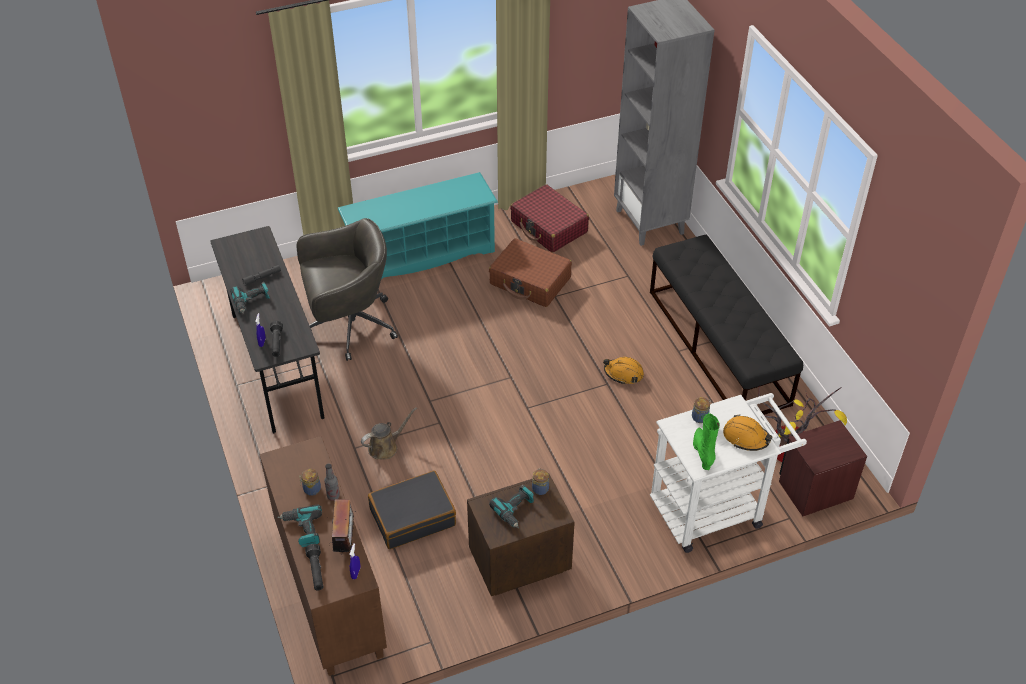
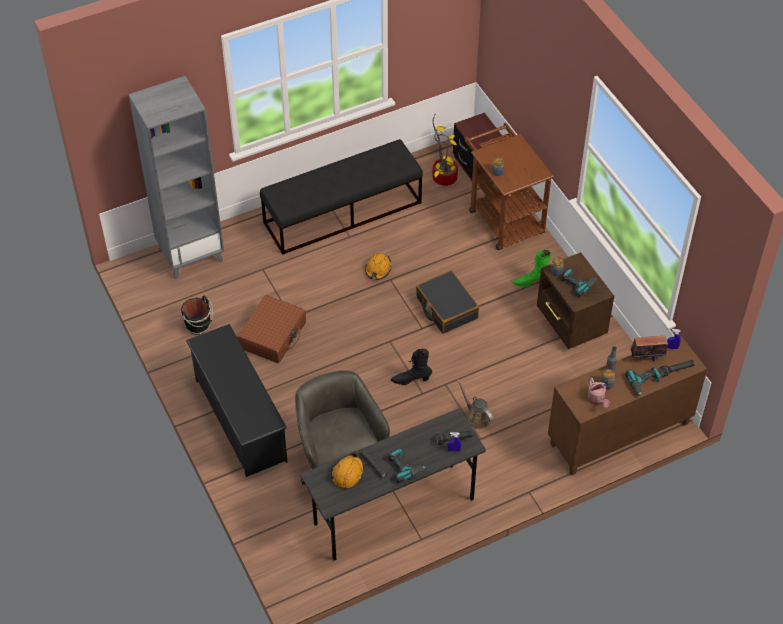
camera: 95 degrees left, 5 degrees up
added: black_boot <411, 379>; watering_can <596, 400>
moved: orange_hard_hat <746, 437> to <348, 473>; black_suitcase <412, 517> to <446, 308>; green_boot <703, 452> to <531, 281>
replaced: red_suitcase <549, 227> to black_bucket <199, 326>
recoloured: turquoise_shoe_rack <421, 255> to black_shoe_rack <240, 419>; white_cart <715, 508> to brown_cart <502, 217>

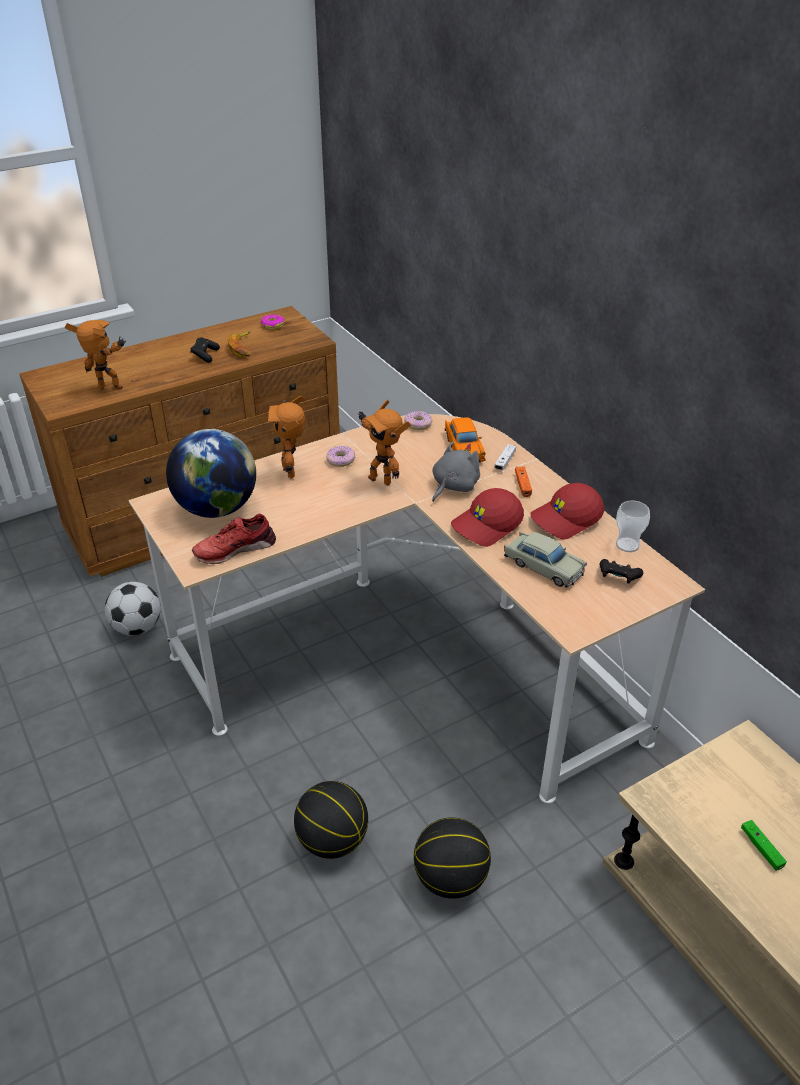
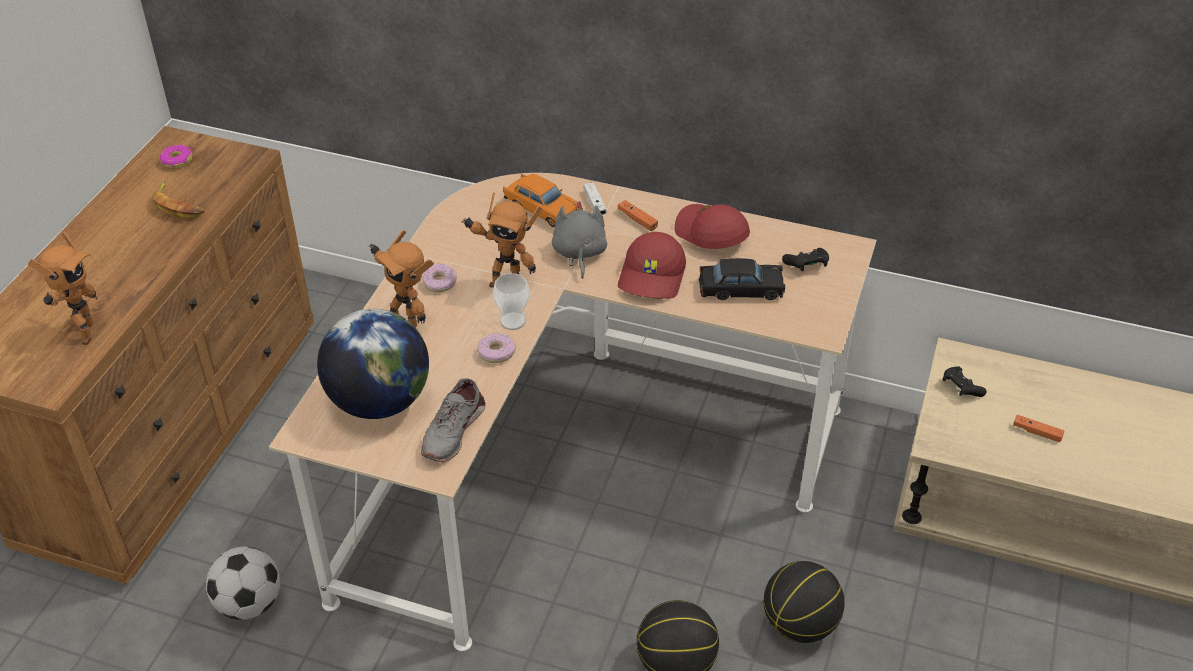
camera: 40 degrees left, 5 degrees up
moved: donut <418, 424> to <496, 352>; cup <627, 545> to <512, 321>; black_game_controller <205, 355> to <961, 388>
recoloured: red_shoe <235, 548> to grey_shoe <452, 430>; beige_toy_car <543, 567> to black_toy_car <741, 289>; green_game_controller <761, 848> to orange_game_controller <1037, 432>
turned: toy_robot <109, 390> = <82, 334> 120 degrees clockwise; red_cap <566, 519> = <710, 234> 120 degrees clockwise

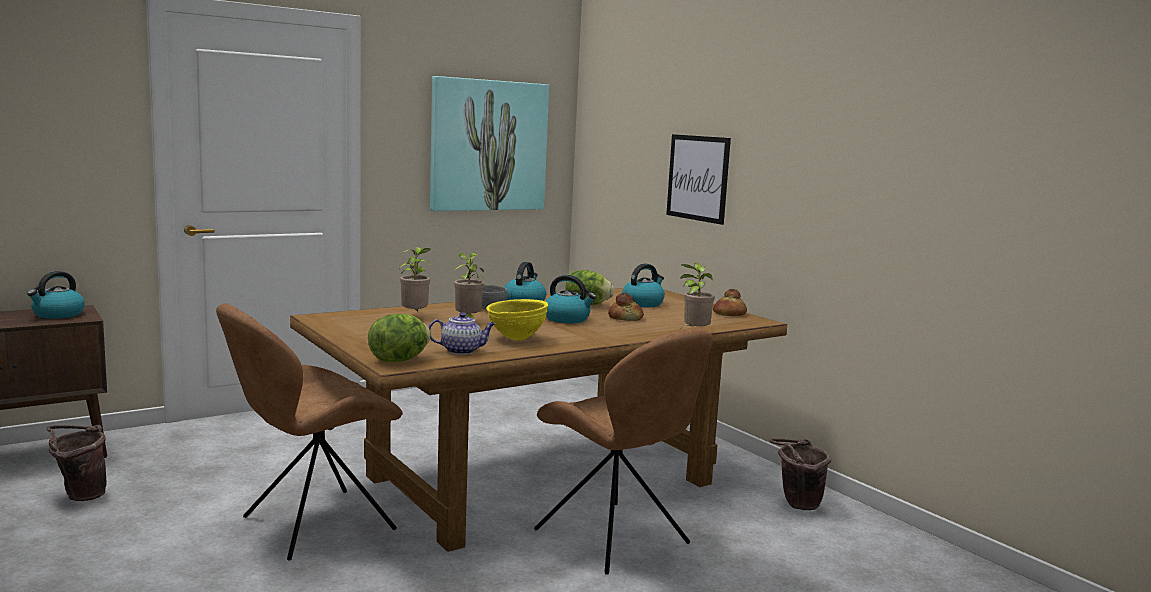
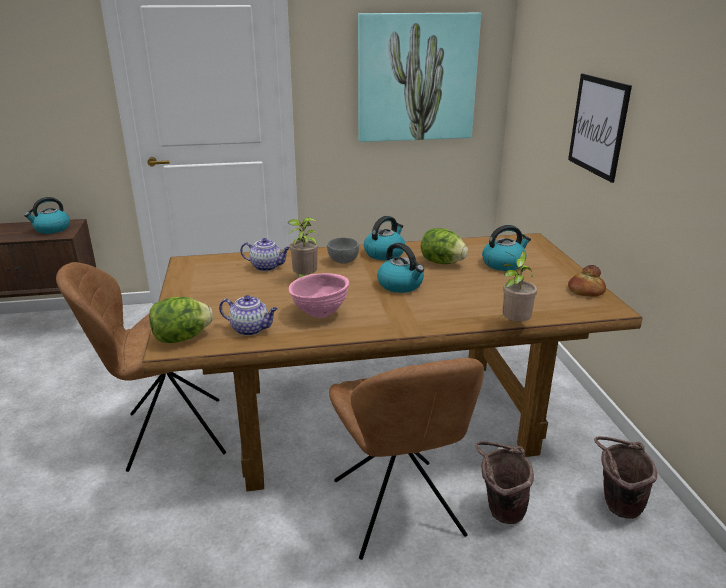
camera: 25 degrees right, 15 degrees up
removed: bread <625, 318>
moved: brown_bucket <79, 495> to <499, 511>
replaced: potted_plant <415, 316> to teapot <267, 267>
recoloured: yellow_bowl <516, 339> to pink_bowl <319, 314>

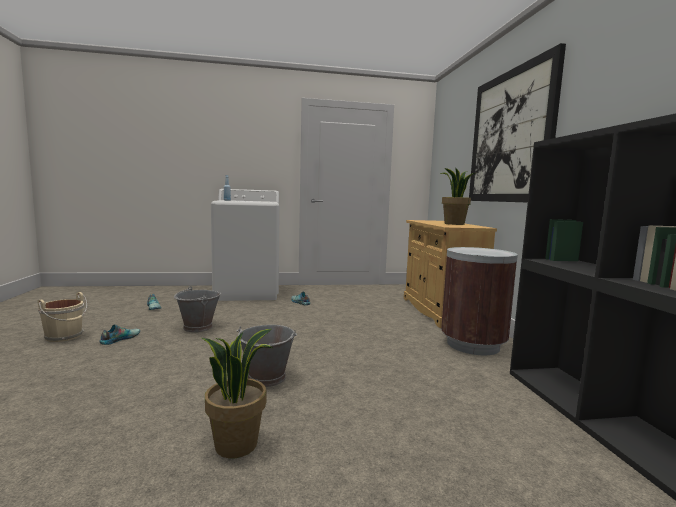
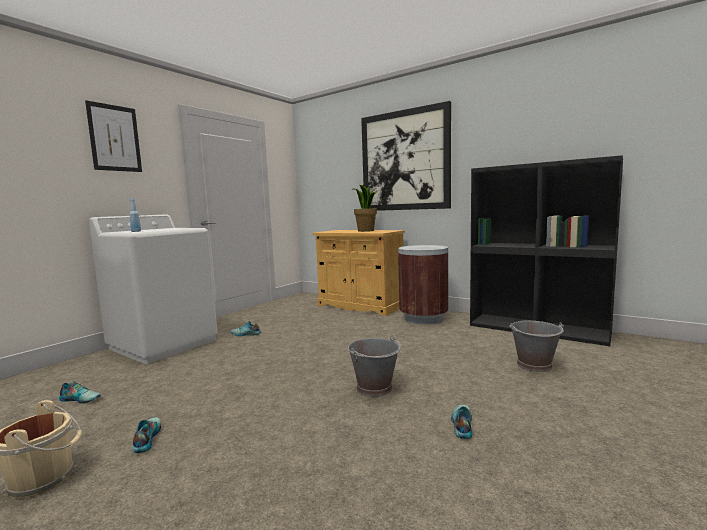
camera: 45 degrees left, 0 degrees up
added: picture <114, 138>
moved: grey_bucket <198, 327> to <535, 365>
replaced: potted_plant <237, 444> to shoe <461, 424>

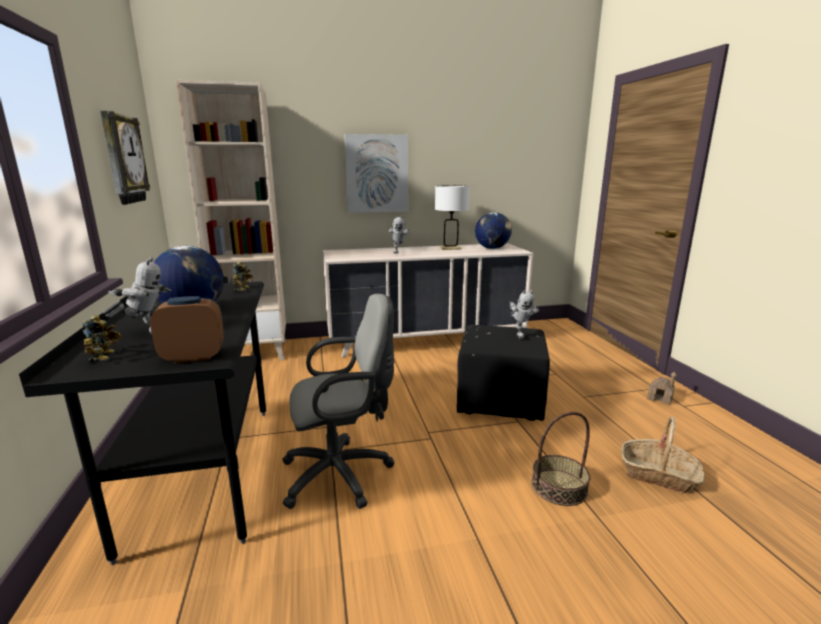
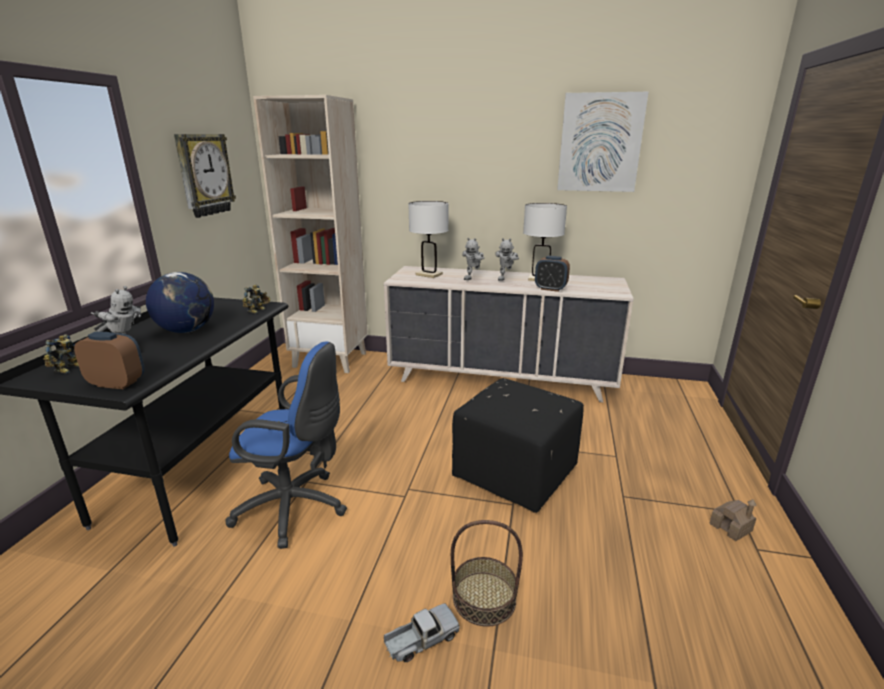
camera: 25 degrees right, 5 degrees up
removed: globe <492, 248>; basket <658, 474>
added: toy_truck <421, 639>; white_table_lamp <429, 274>; alarm_clock <550, 289>
moved: toy_robot <520, 334> to <505, 279>; picture <377, 174> to <600, 143>
recoloured: grey_office_chair <342, 474> to blue_office_chair <296, 508>

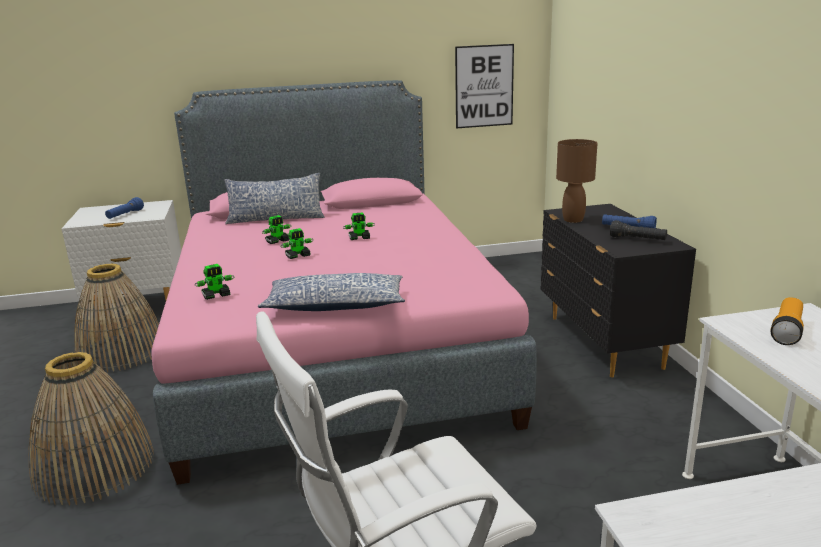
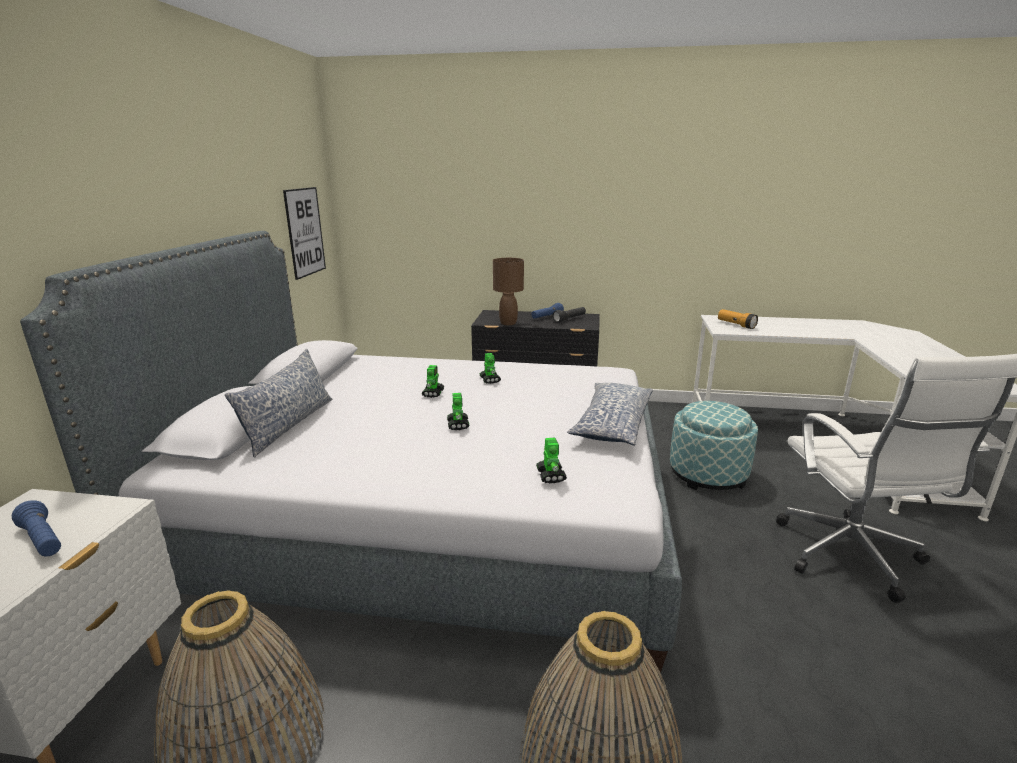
camera: 70 degrees left, 0 degrees up
added: ottoman <708, 474>
moved: toy_robot <278, 241> to <490, 380>
recoloured: pink_bed <332, 344> to grey_bed <426, 522>

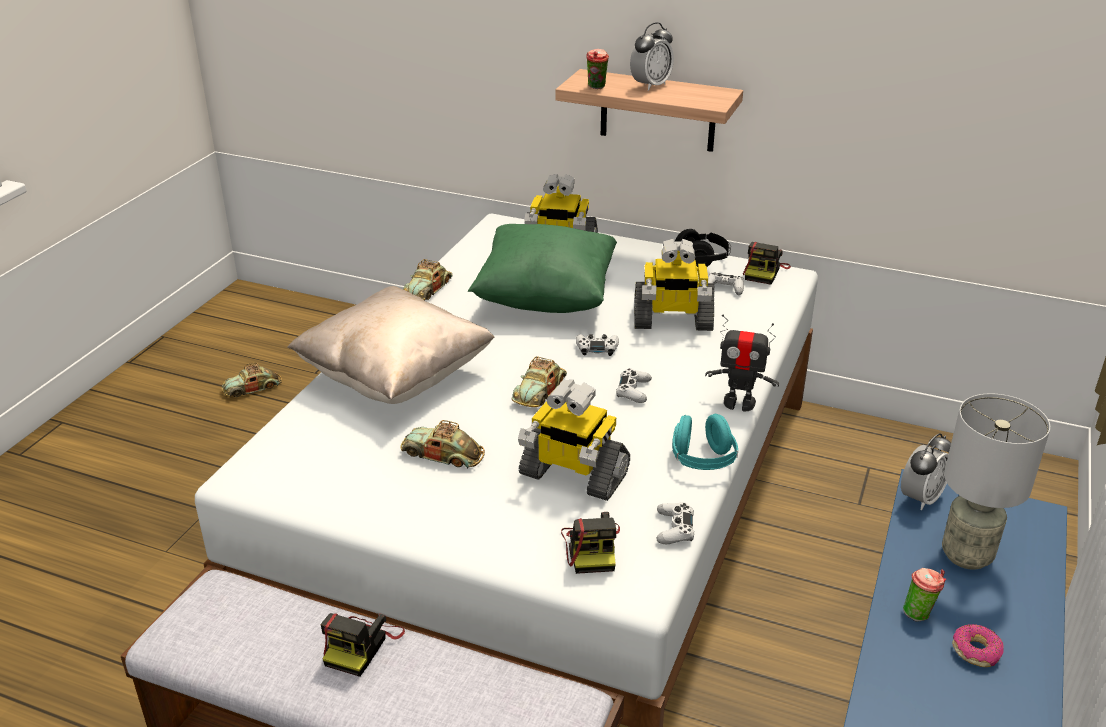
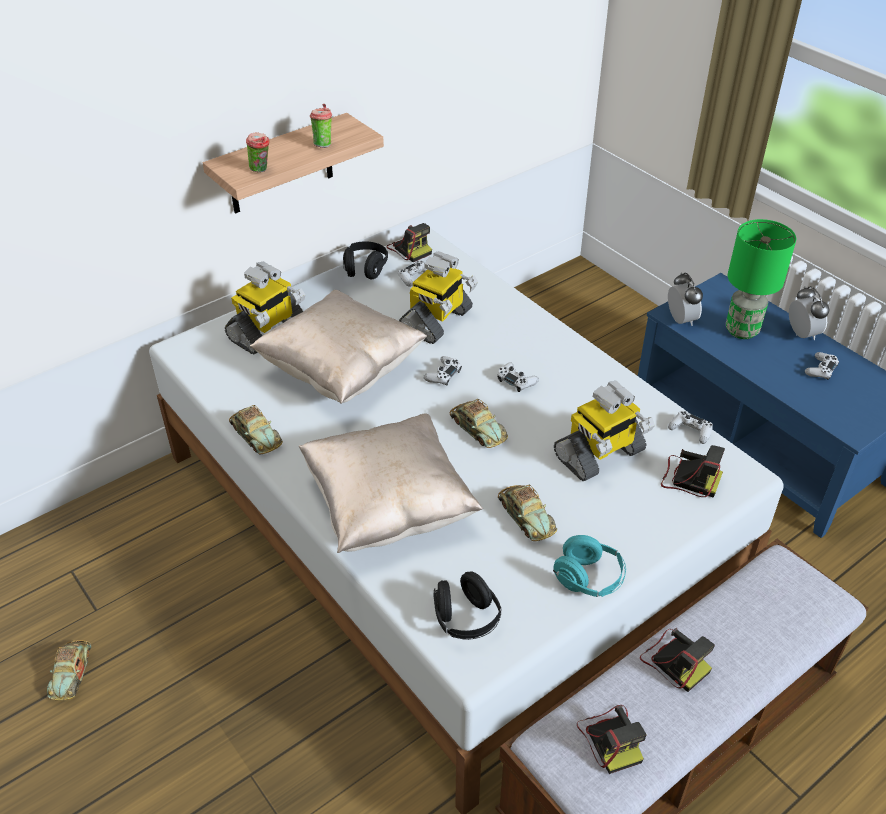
camera: 60 degrees left, 10 degrees up
removed: toy_robot <739, 403>
added: black_headphones <466, 619>; photo_camera <611, 739>
moved: cup <919, 613> to <323, 144>; turquoise_headphones <702, 460> to <588, 579>; alarm_clock <650, 85> to <802, 334>
replaced: donut <976, 651> to white_game_controller <820, 370>
recoloured: green_pillow <546, 298> to beige_pillow <341, 371>; grey_table_lamp <965, 555> to green_table_lamp <741, 331>
turned: toy_car <443, 454> = <526, 516> 75 degrees counterclockwise

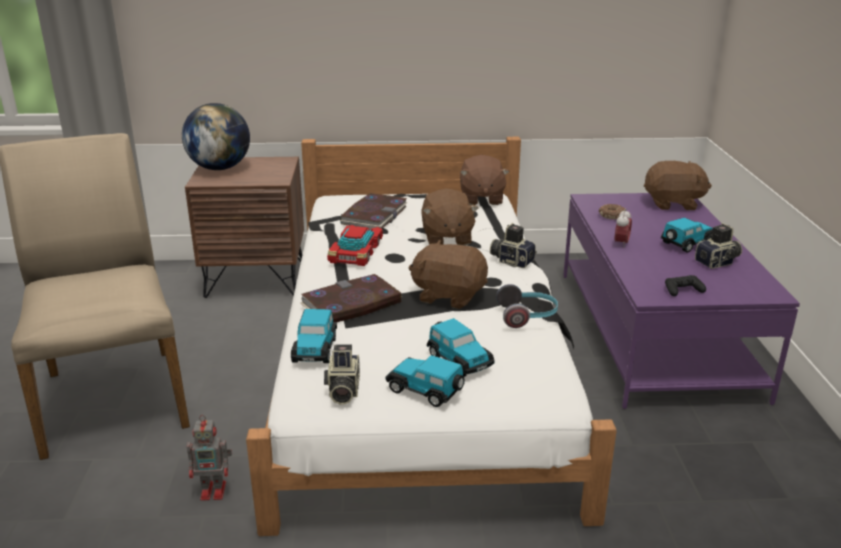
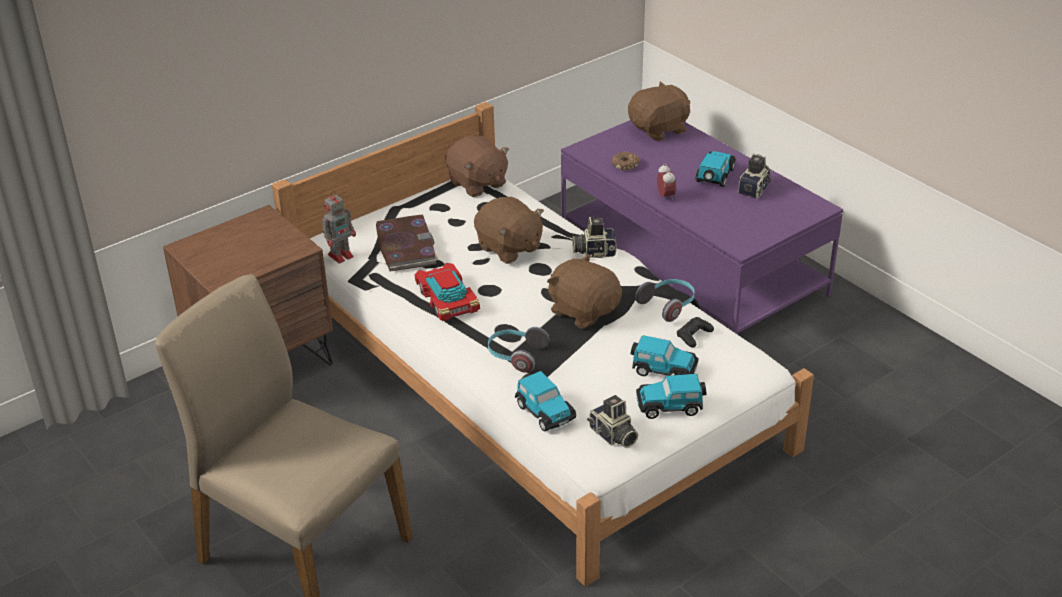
camera: 35 degrees left, 10 degrees up
removed: globe <219, 168>
moved: toy_robot <215, 490> to <341, 255>; black_game_controller <682, 290> to <694, 336>
replaced: book <351, 304> to headphones <516, 356>
turned: brown_plush_toy <449, 295> = <584, 311> 60 degrees clockwise

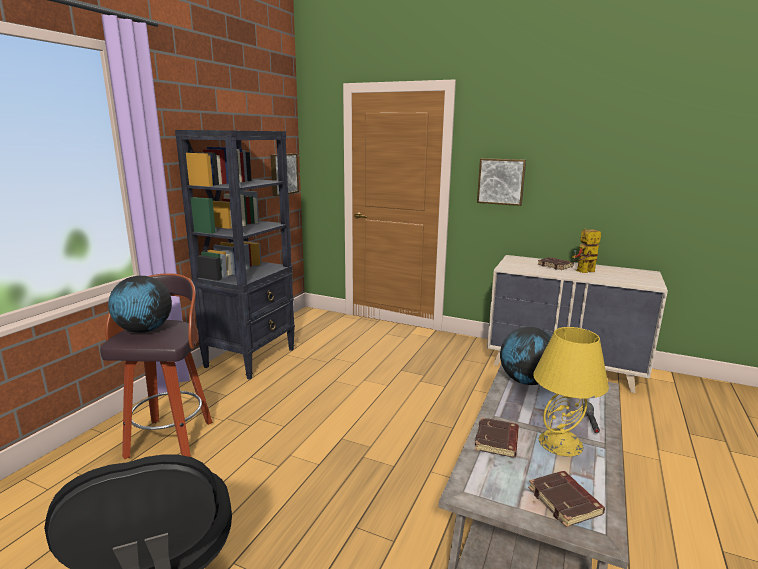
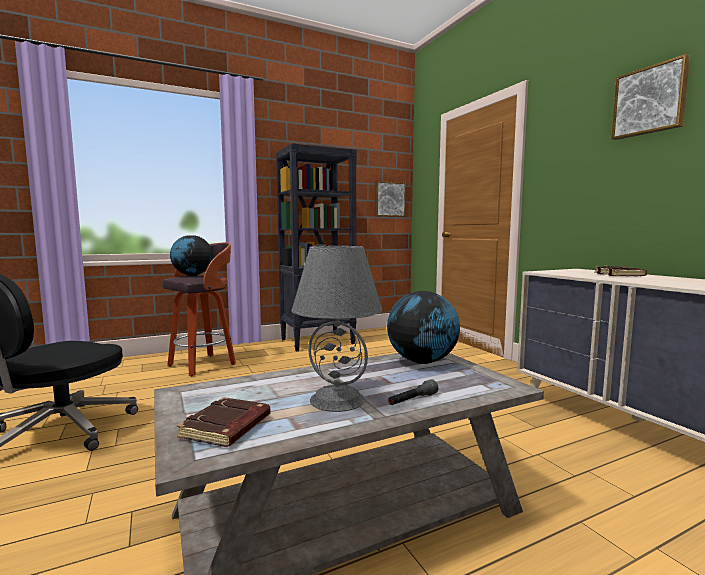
camera: 40 degrees right, 10 degrees down
removed: brown_book <497, 441>; toy_robot <583, 272>
moved: picture <501, 181> to <650, 101>
recoloured: yellow_table_lamp <560, 442> to grey_table_lamp <338, 399>

